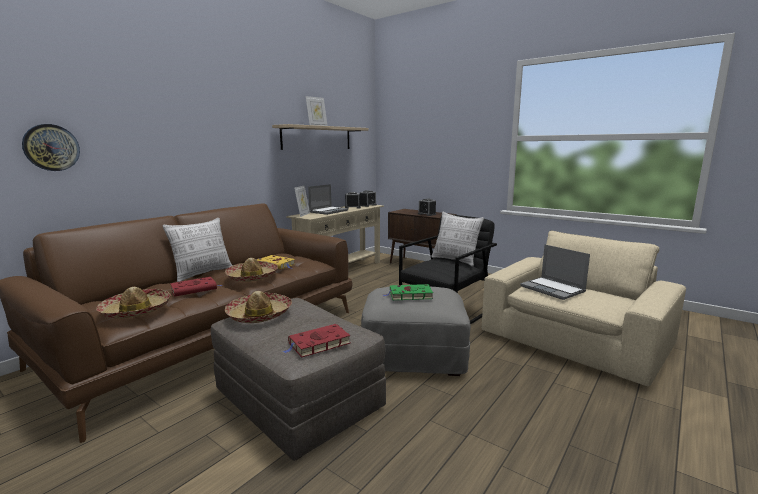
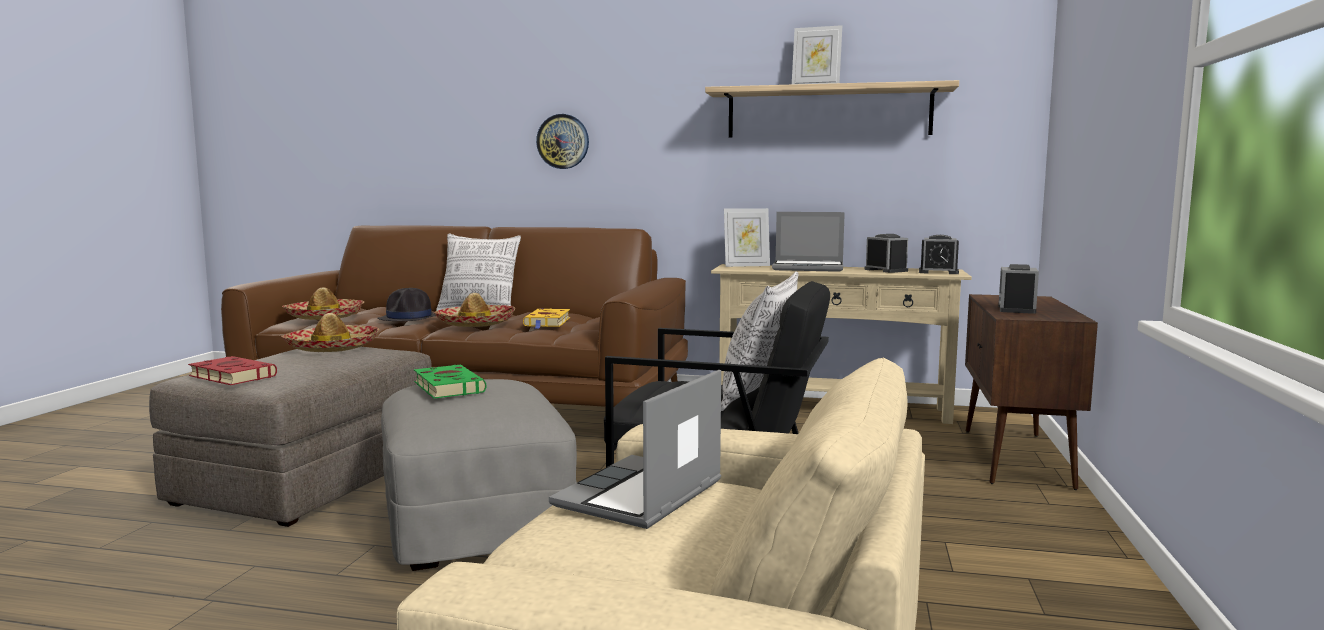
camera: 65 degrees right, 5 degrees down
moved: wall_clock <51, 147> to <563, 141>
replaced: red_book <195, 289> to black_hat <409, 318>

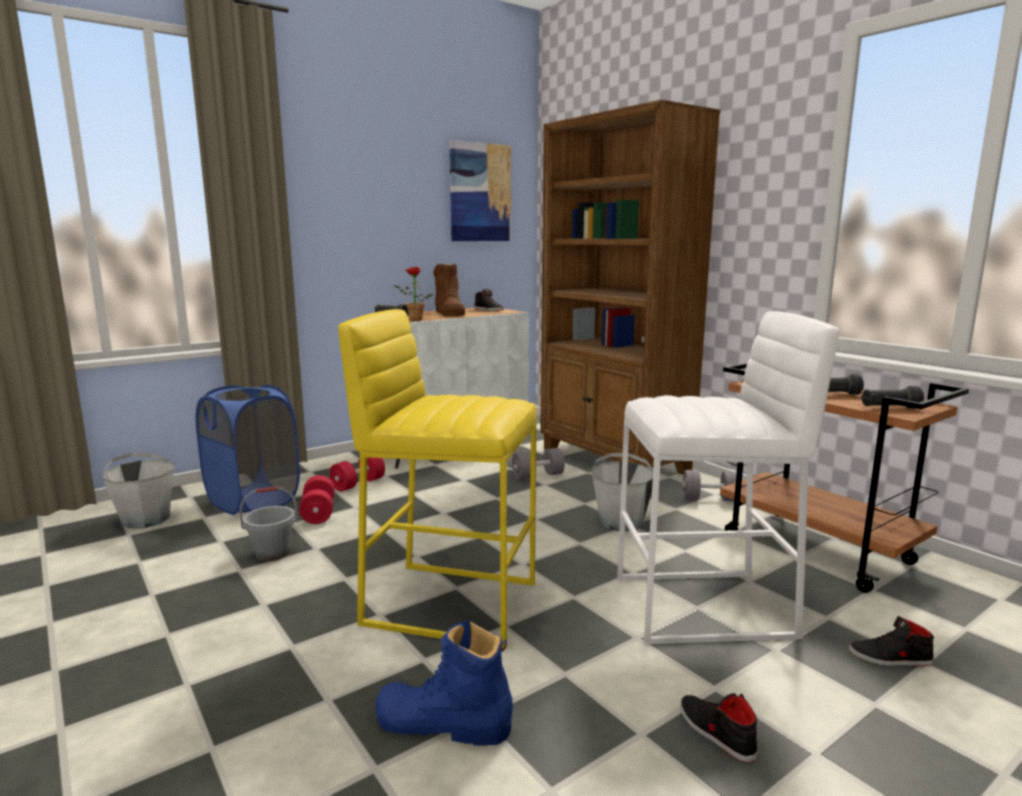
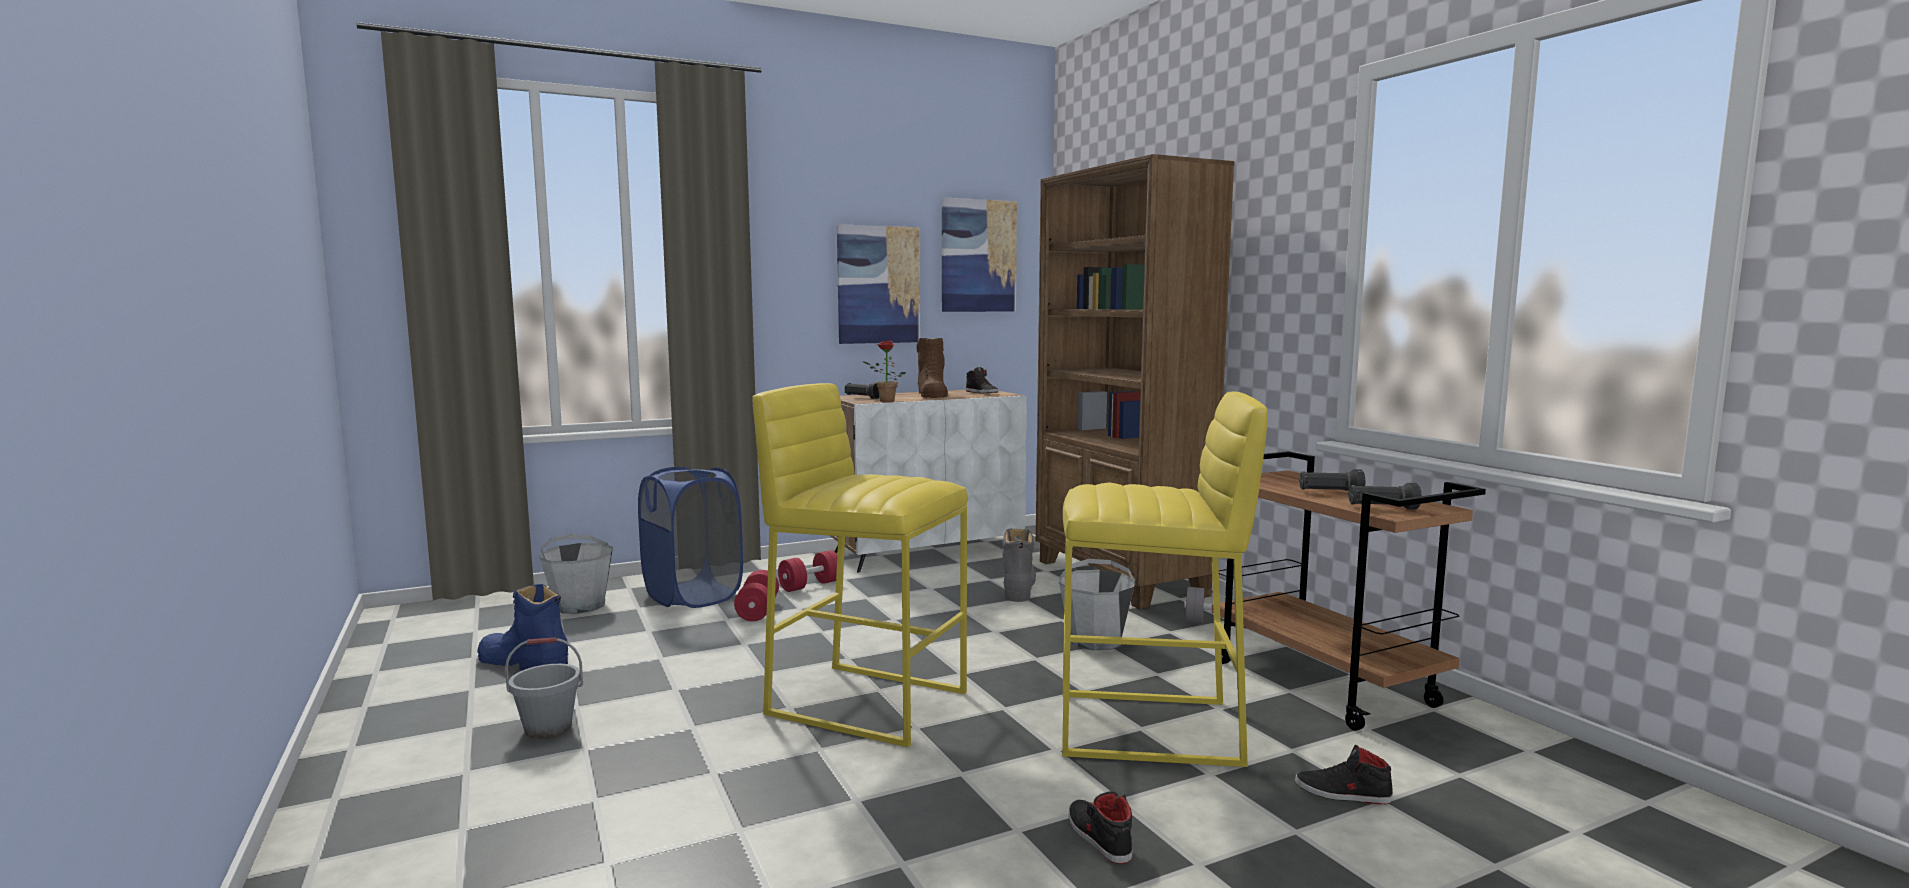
camera: 10 degrees right, 5 degrees down
added: picture <878, 285>
moved: blue_boot <443, 724> to <523, 663>; grey_bucket <272, 553> to <548, 728>
replaced: grey_dumbbell <538, 476> to grey_boot <1019, 588>
recoloured: white_stool <704, 607> to yellow_stool <1149, 729>

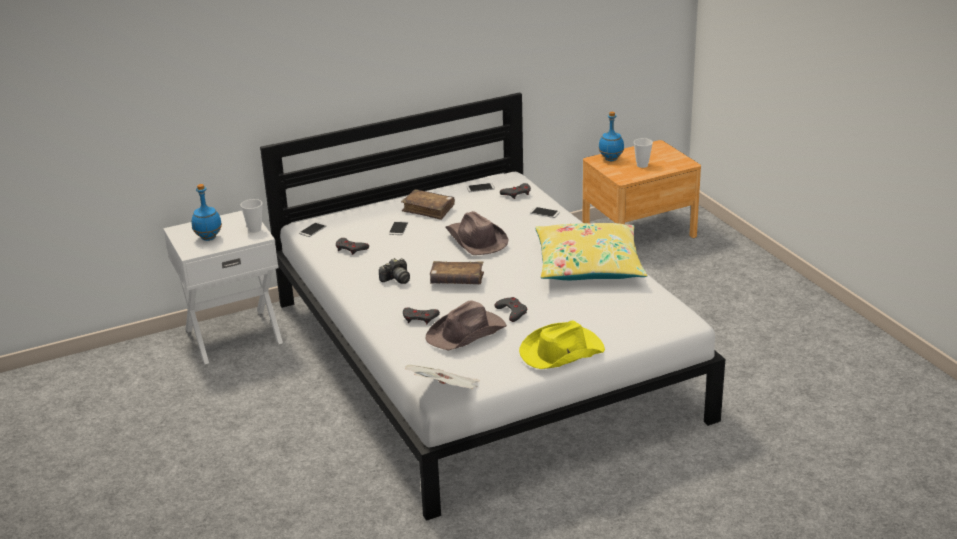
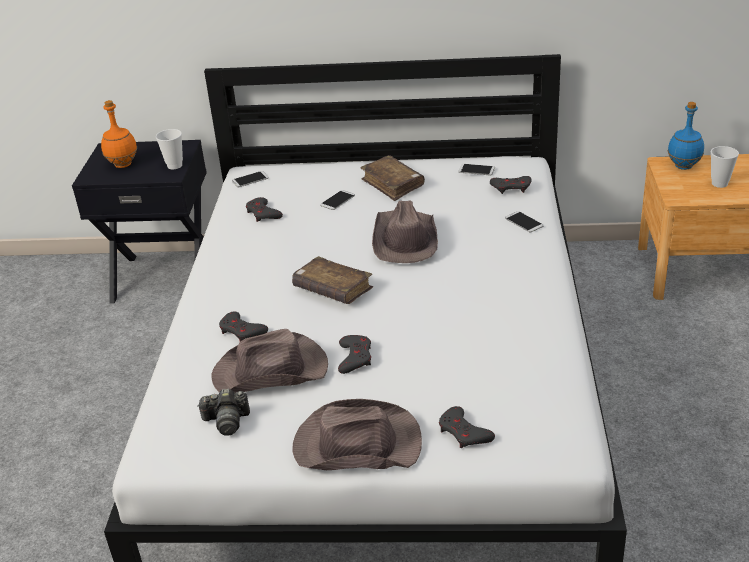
camera: 30 degrees right, 5 degrees up
removed: newspaper <446, 393>; yellow_pillow <589, 265>
added: grey_game_controller <464, 433>
moved: photo_camera <396, 279> to <227, 421>
recoloured: white_nightstand <233, 335> to black_nightstand <164, 277>; blue_bottle <208, 238> to orange_bottle <123, 164>; yellow_hat <560, 351> to brown_hat <356, 444>

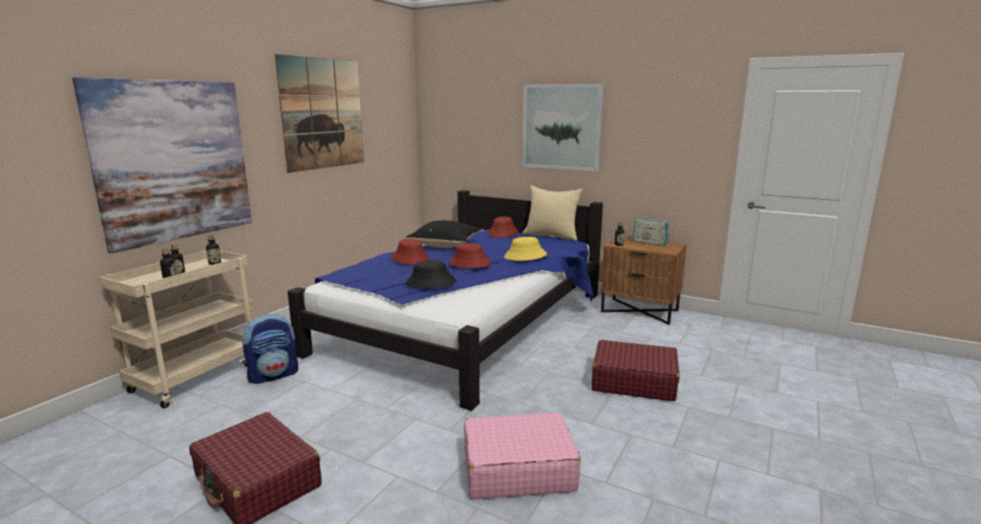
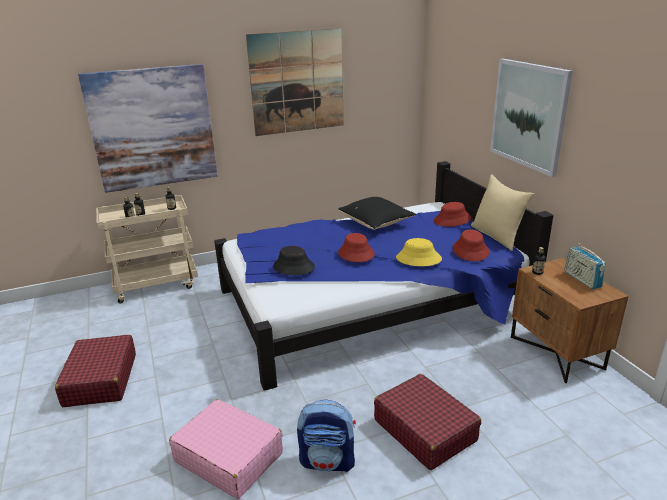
camera: 40 degrees right, 10 degrees up
moved: backpack <273, 375> to <328, 461>; red_hat <410, 258> to <470, 250>

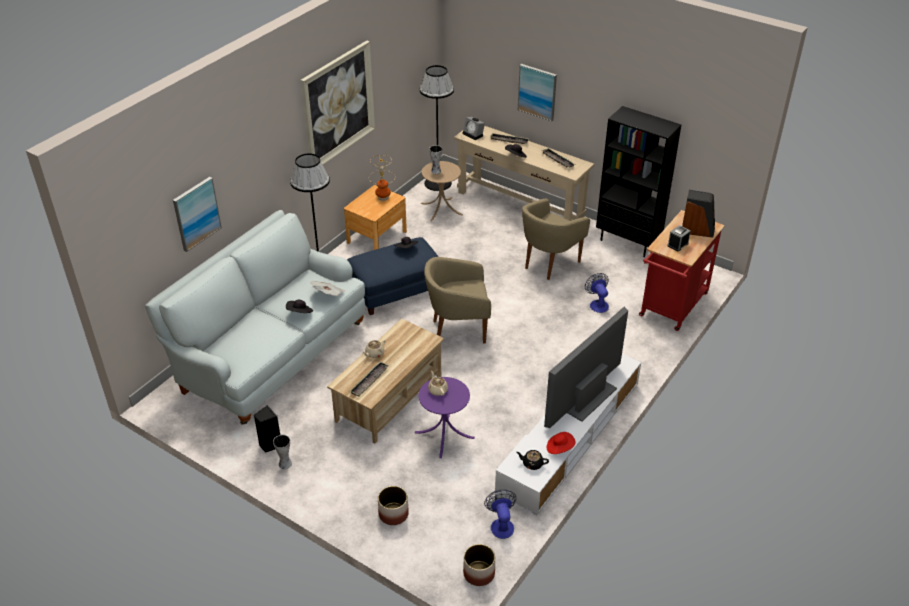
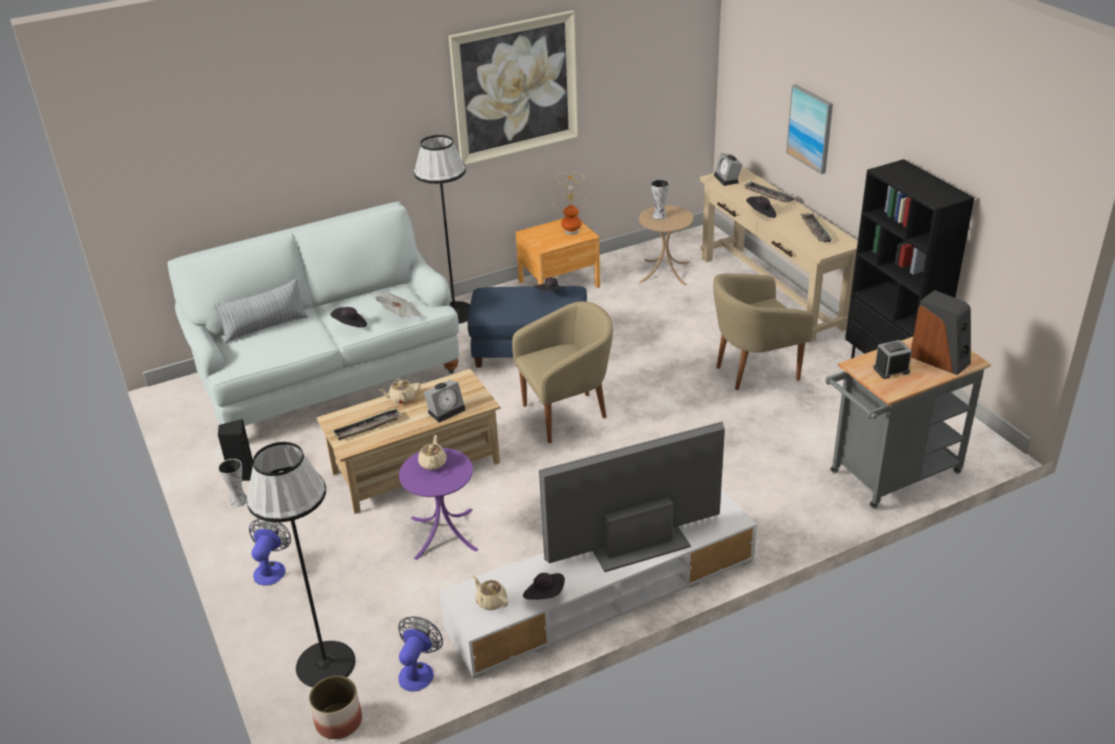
camera: 30 degrees right, 5 degrees down
removed: picture <196, 213>; planter <393, 514>
added: pillow <265, 327>; alarm_clock <446, 410>
moved: black_floor_lamp <437, 183> to <325, 663>; fan <597, 304> to <271, 568>
recoloured: black_teapot <532, 464> to beige_teapot <491, 601>; red_hat <559, 448> to black_hat <545, 595>; red_cart <671, 308> to grey_cart <889, 476>
turned: beige_armchair <457, 329> = <567, 414> 135 degrees clockwise

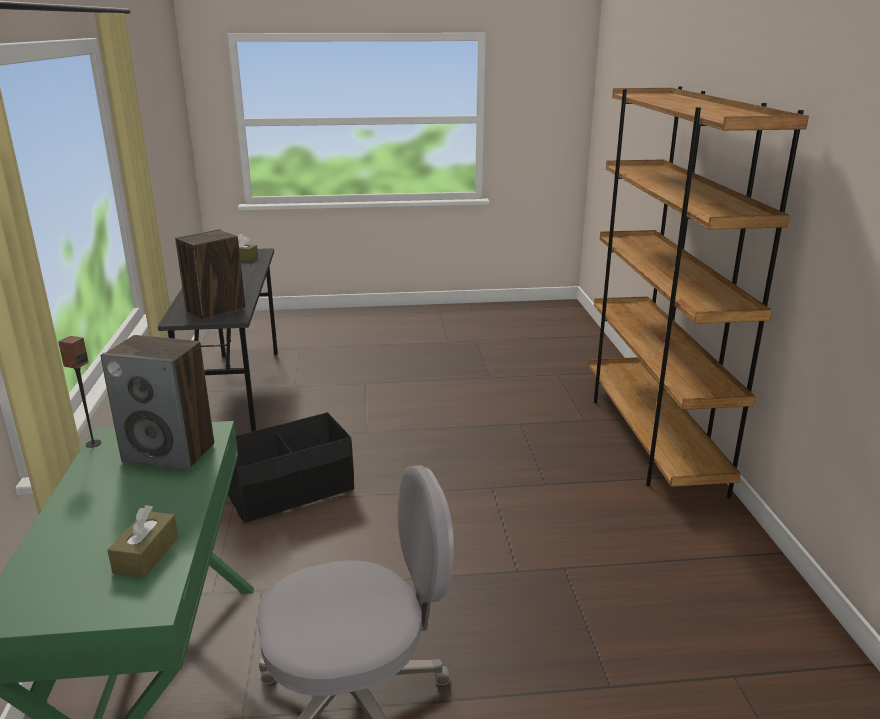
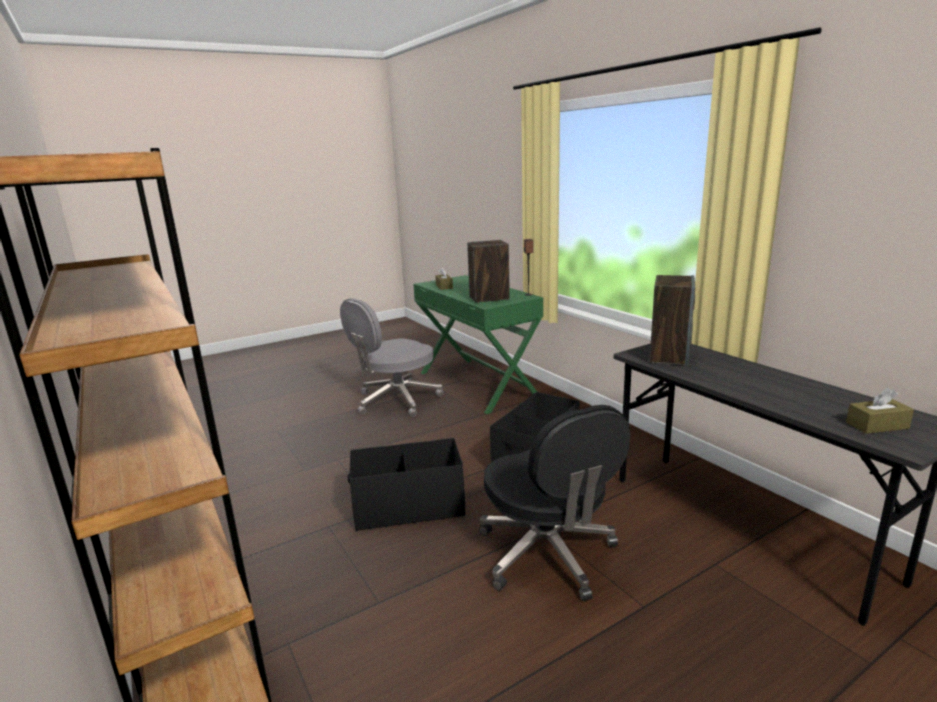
camera: 155 degrees right, 5 degrees down
added: black_storage_box <409, 507>; black_office_chair <548, 555>

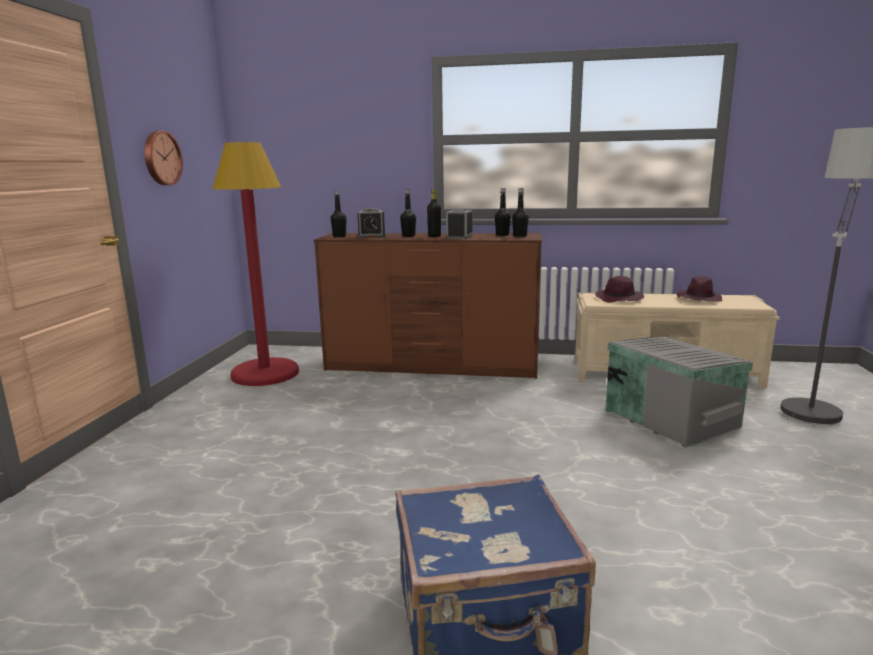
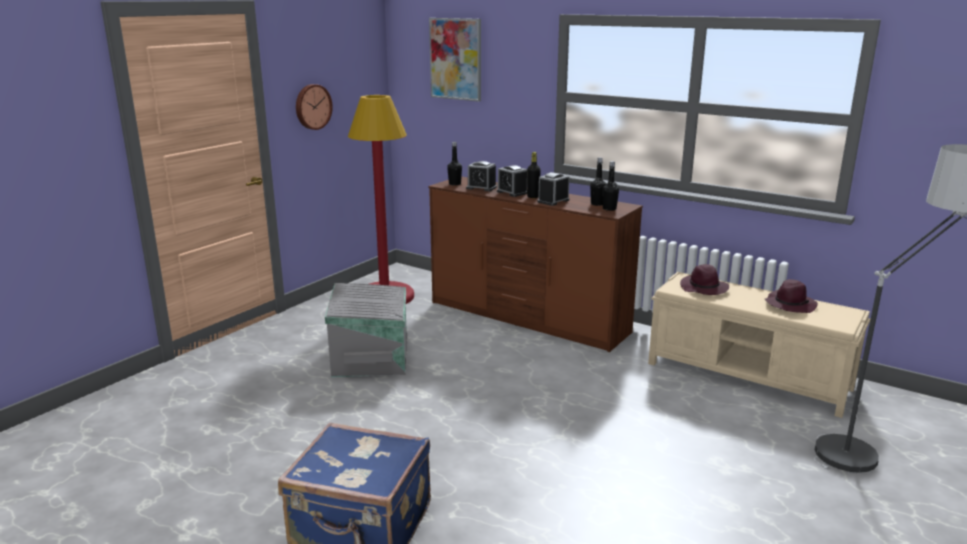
camera: 25 degrees right, 5 degrees up
added: picture <455, 59>
moved: grey_storage_box <671, 417> to <372, 355>
replaced: black_bottle <408, 236> to alarm_clock <512, 192>

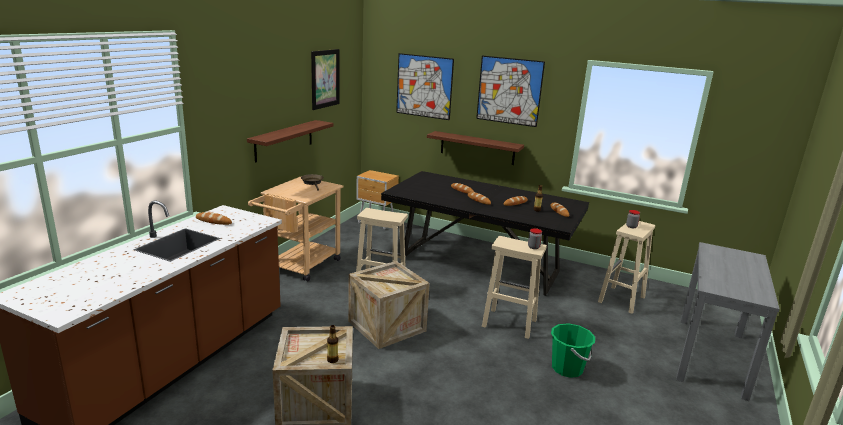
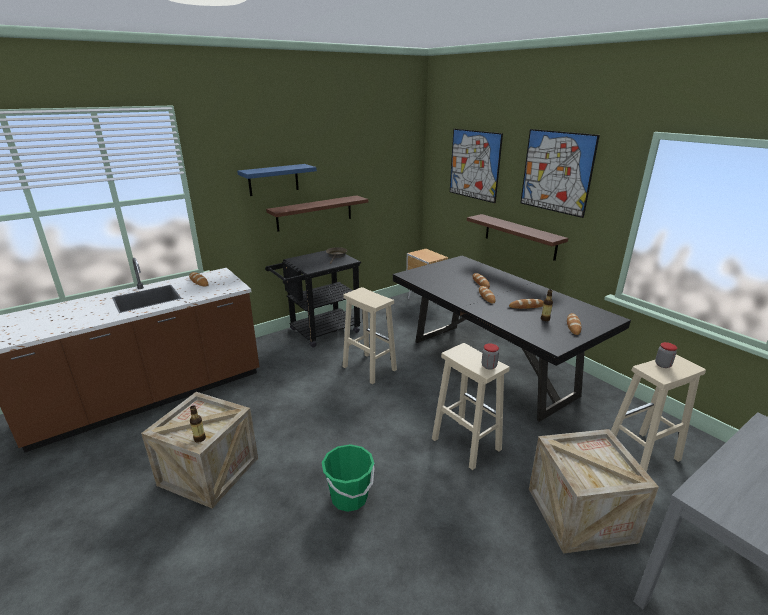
camera: 30 degrees right, 5 degrees up
removed: picture <325, 79>
added: blue_shelf <273, 180>
moved: green_bucket <567, 368> to <349, 497>; crate <387, 326> to <580, 514>
recoloured: beige_cart <299, 267> to black_cart <319, 332>

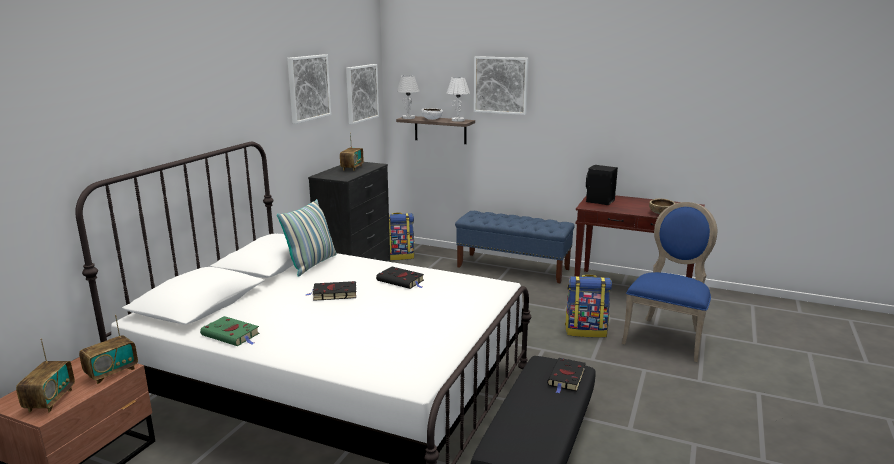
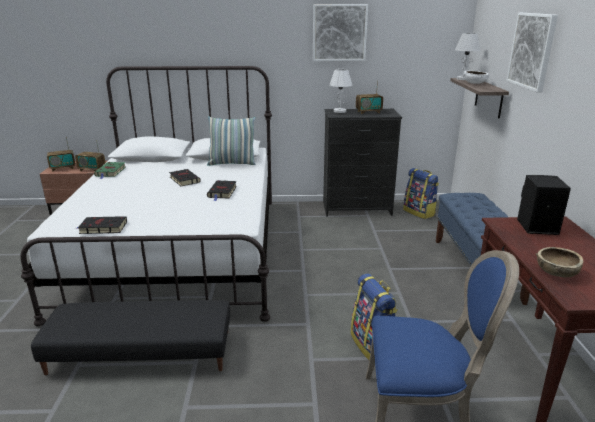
camera: 65 degrees right, 5 degrees up
removed: picture <361, 93>
moved: black_book <566, 378> to <102, 228>; white_table_lamp <458, 120> to <340, 111>

